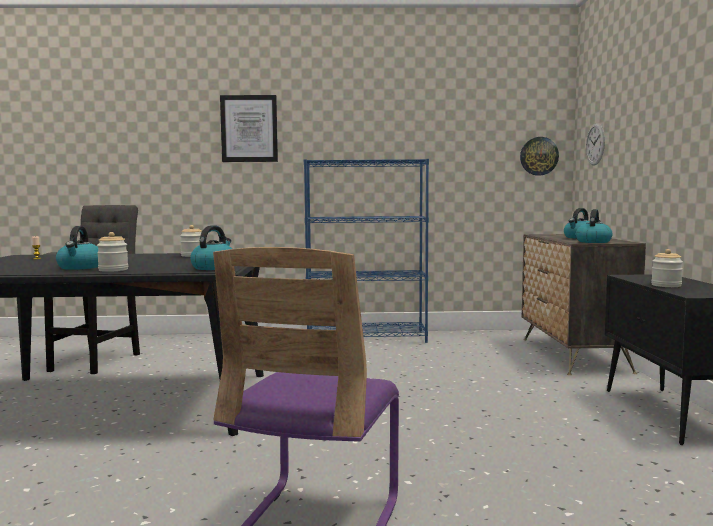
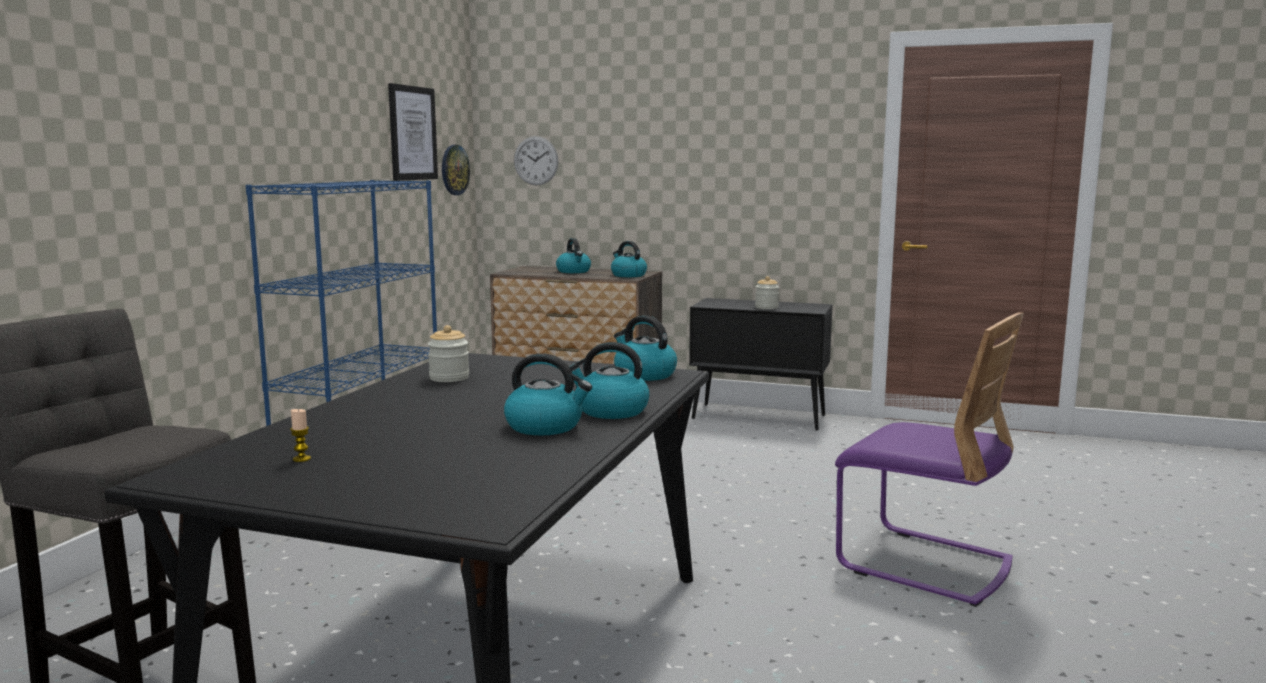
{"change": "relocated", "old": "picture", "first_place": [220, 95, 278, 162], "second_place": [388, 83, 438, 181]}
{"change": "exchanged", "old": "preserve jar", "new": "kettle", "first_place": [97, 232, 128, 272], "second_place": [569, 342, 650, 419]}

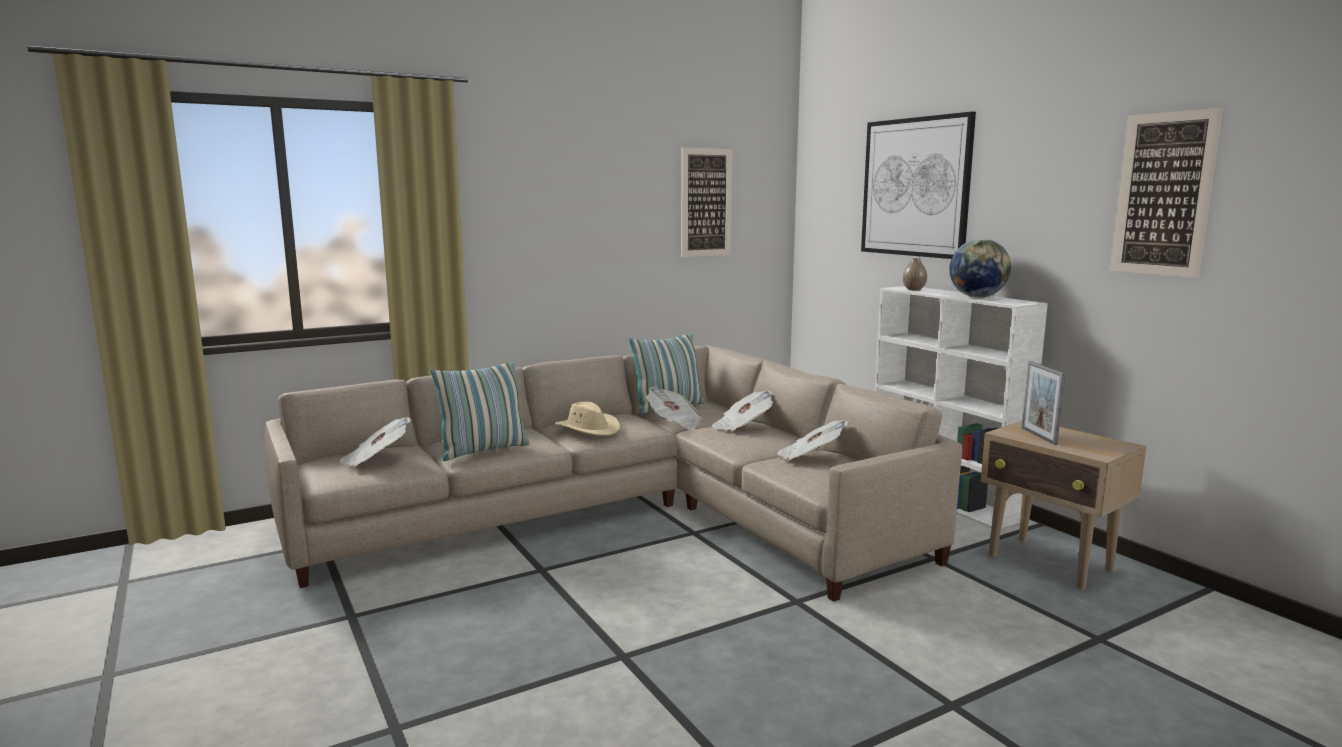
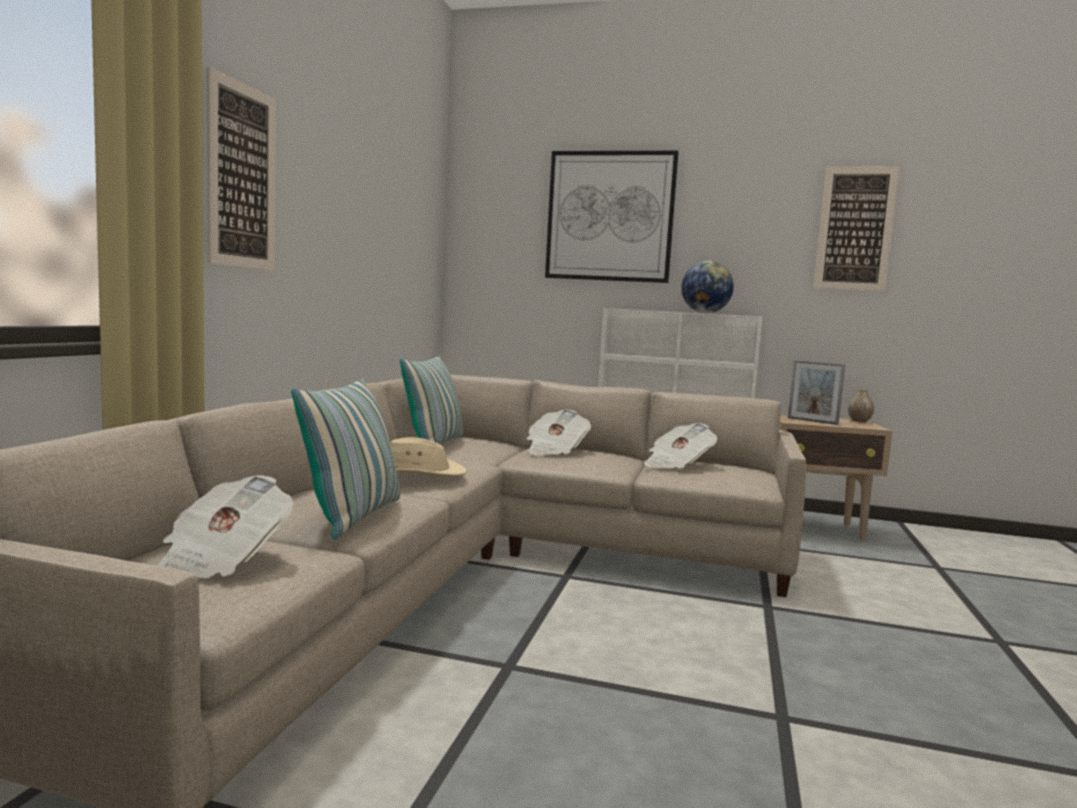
{"change": "relocated", "old": "picture", "first_place": [681, 148, 732, 257], "second_place": [207, 67, 276, 270]}
{"change": "relocated", "old": "vase", "first_place": [903, 258, 927, 290], "second_place": [848, 389, 874, 422]}
{"change": "missing", "old": "daily paper", "first_place": [646, 387, 703, 430]}

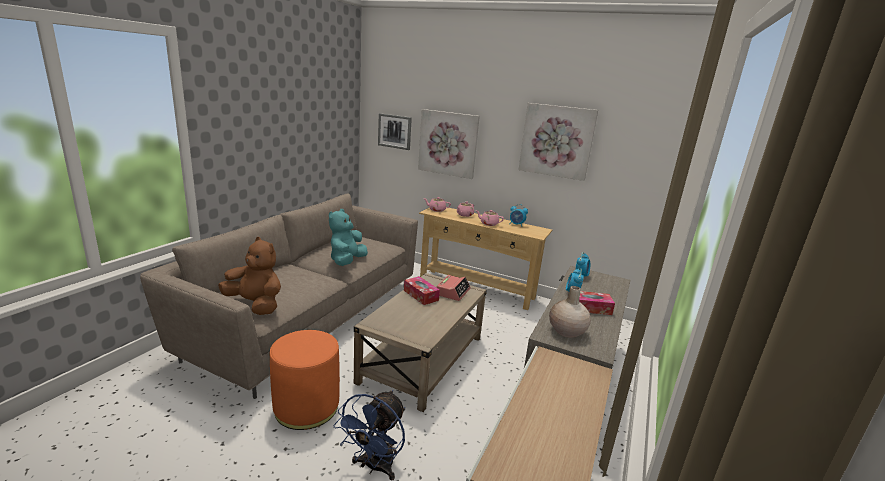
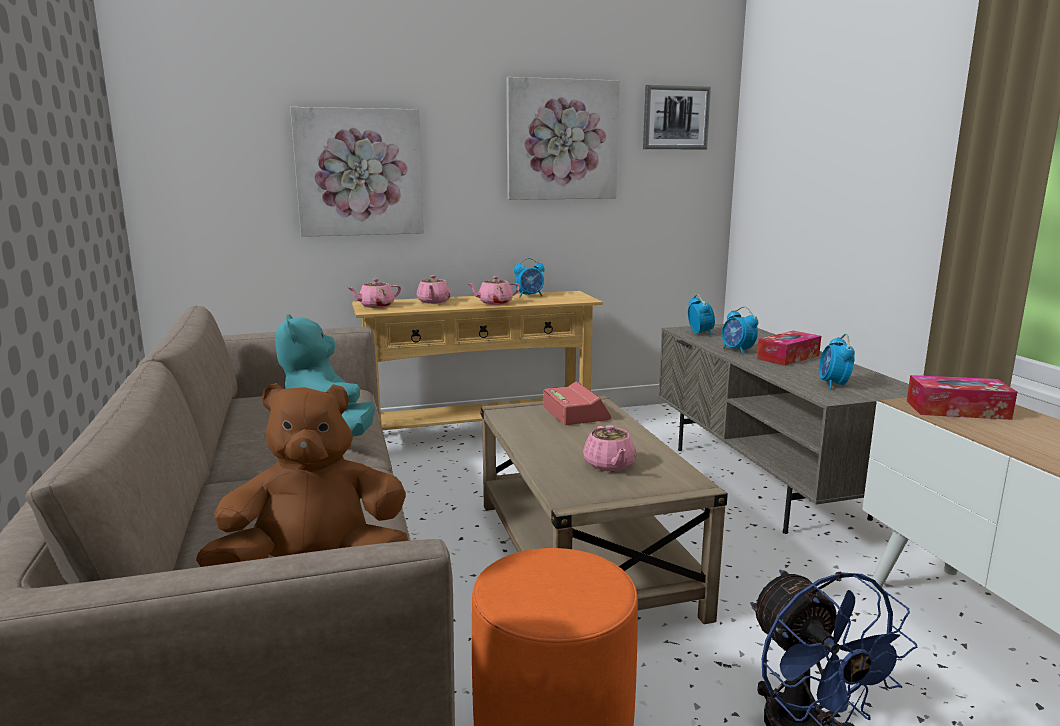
{"change": "appeared", "new": "pinkish teapot", "second_place": [583, 425, 636, 471]}
{"change": "relocated", "old": "picture", "first_place": [378, 113, 412, 150], "second_place": [643, 85, 711, 149]}
{"change": "exchanged", "old": "sand-coloured vase", "new": "bedside clock", "first_place": [549, 286, 591, 338], "second_place": [819, 334, 855, 389]}
{"change": "relocated", "old": "box of tissues", "first_place": [404, 276, 440, 305], "second_place": [907, 375, 1017, 420]}

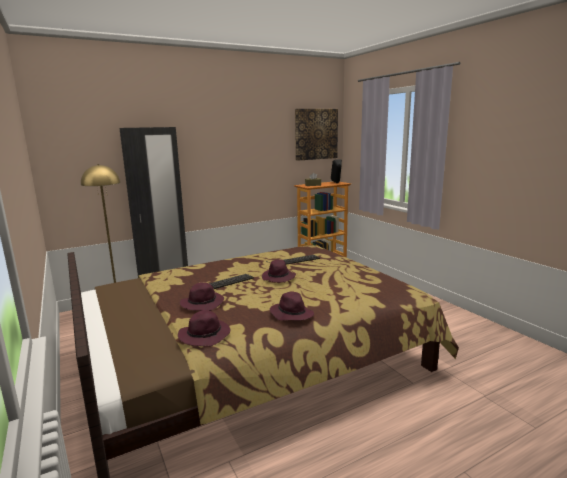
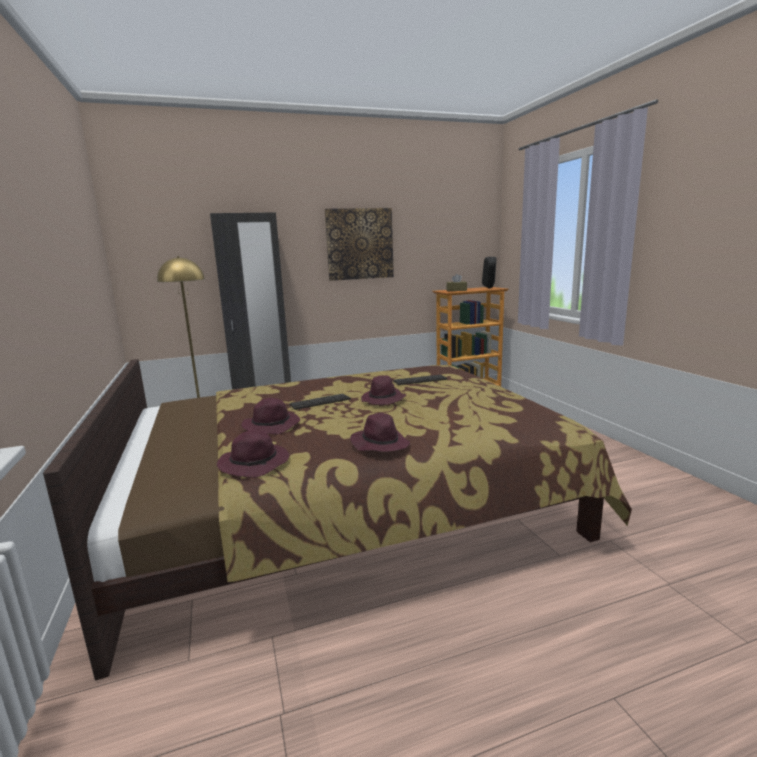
{"change": "relocated", "old": "picture", "first_place": [295, 109, 338, 161], "second_place": [325, 208, 394, 281]}

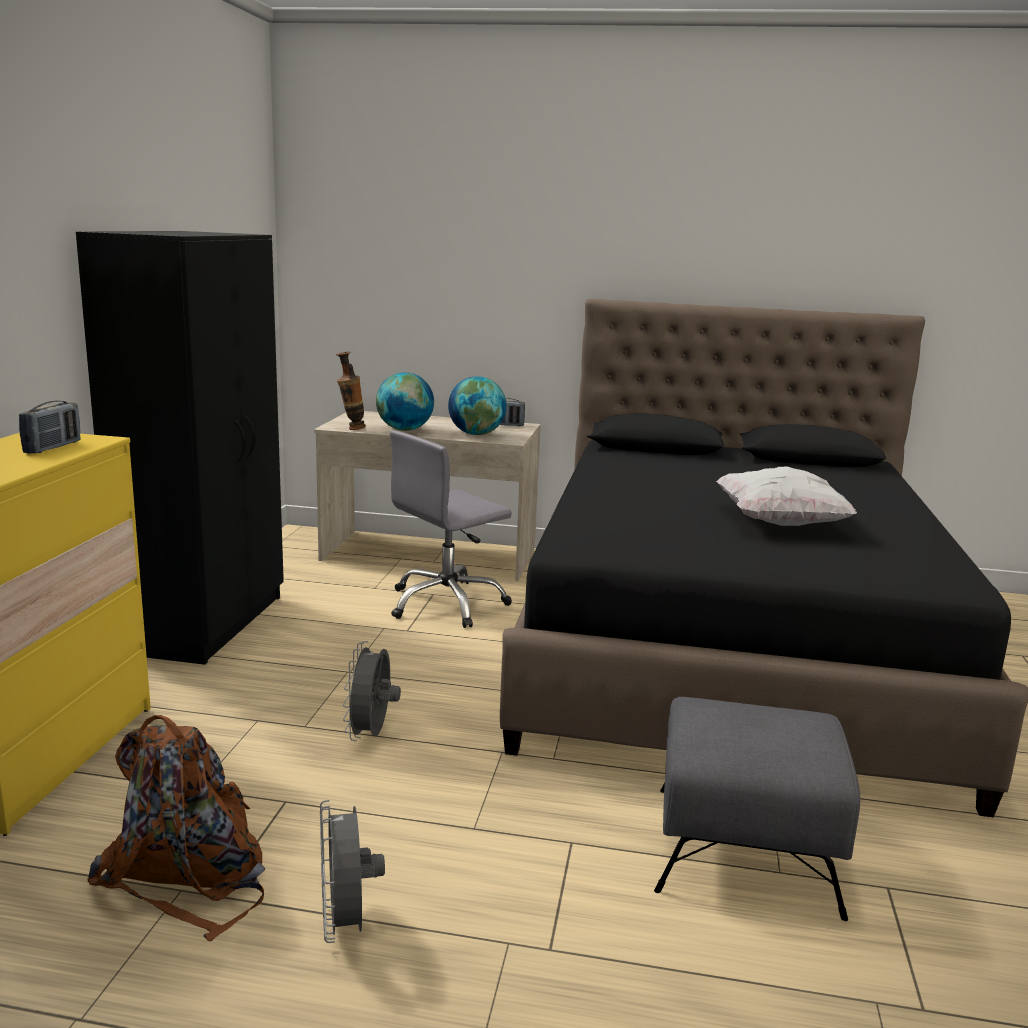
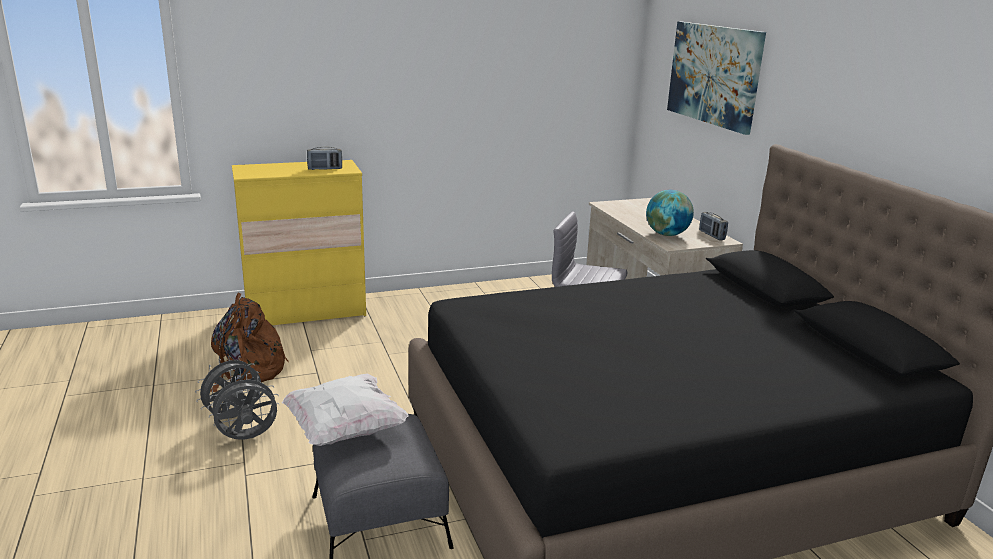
{"change": "relocated", "old": "grey cooling fan", "first_place": [343, 641, 401, 741], "second_place": [207, 374, 279, 440]}
{"change": "relocated", "old": "whitish cushion", "first_place": [716, 467, 857, 526], "second_place": [282, 374, 409, 446]}
{"change": "appeared", "new": "picture", "second_place": [667, 22, 766, 135]}
{"change": "missing", "old": "black wardrobe", "first_place": [76, 231, 284, 665]}
{"change": "missing", "old": "vase", "first_place": [336, 352, 366, 430]}
{"change": "missing", "old": "desk globe", "first_place": [376, 372, 434, 431]}

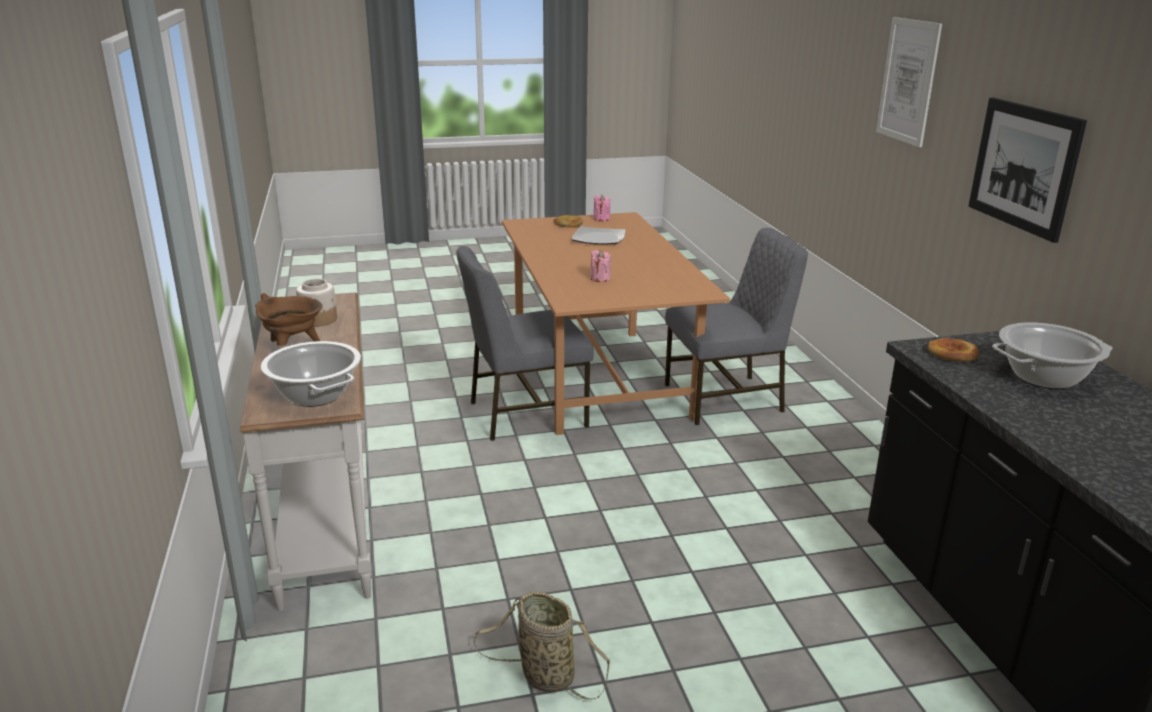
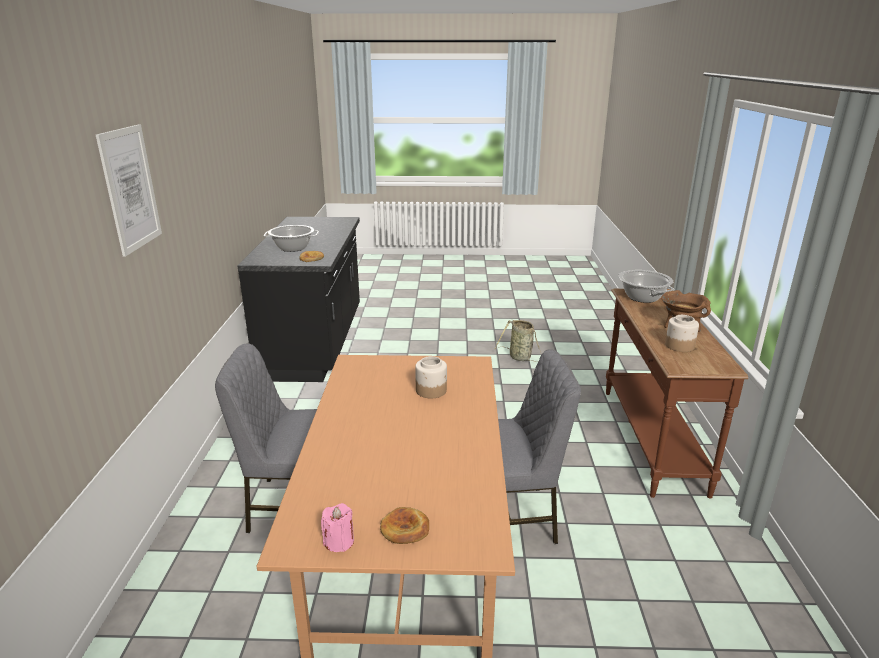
{"change": "exchanged", "old": "pinkish candle", "new": "preserve jar", "first_place": [590, 250, 611, 282], "second_place": [415, 356, 447, 398]}
{"change": "colour", "old": "whitish hall table", "new": "brown-coloured hall table", "first_place": [240, 292, 372, 611], "second_place": [606, 289, 748, 499]}
{"change": "missing", "old": "dinner plate", "first_place": [572, 226, 625, 245]}
{"change": "missing", "old": "picture", "first_place": [968, 98, 1087, 243]}

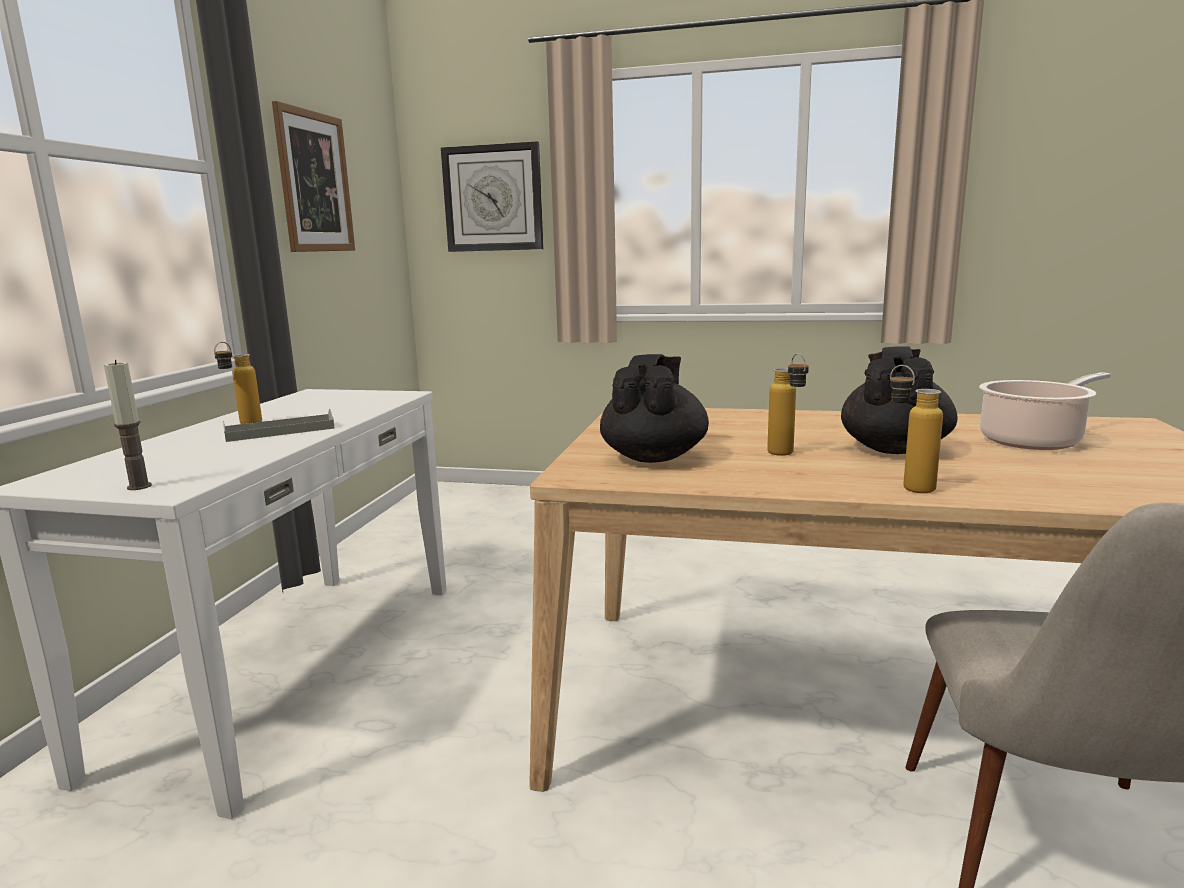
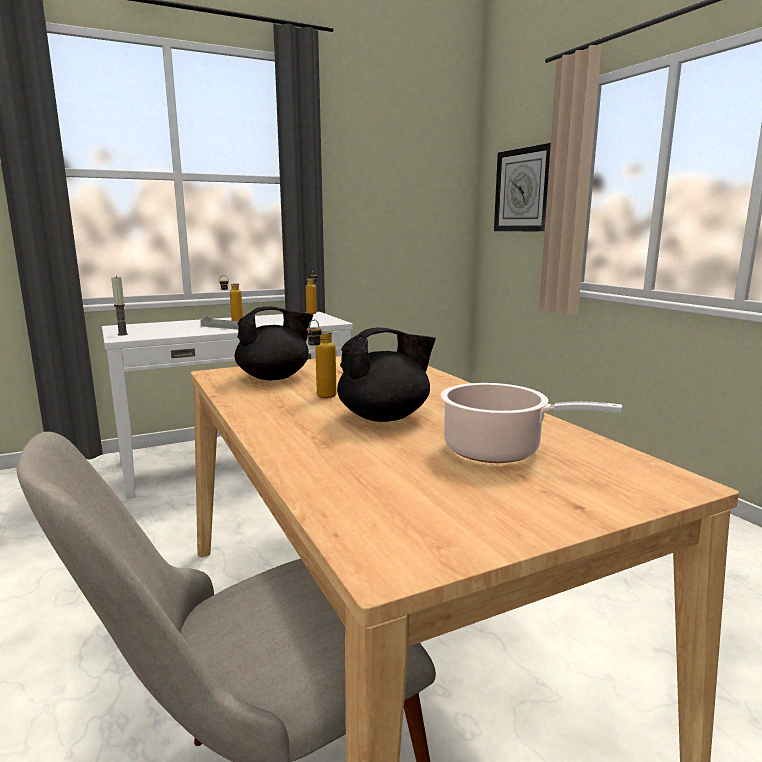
{"change": "relocated", "old": "beverage bottle", "first_place": [890, 365, 943, 493], "second_place": [306, 271, 317, 314]}
{"change": "missing", "old": "picture", "first_place": [272, 101, 355, 252]}

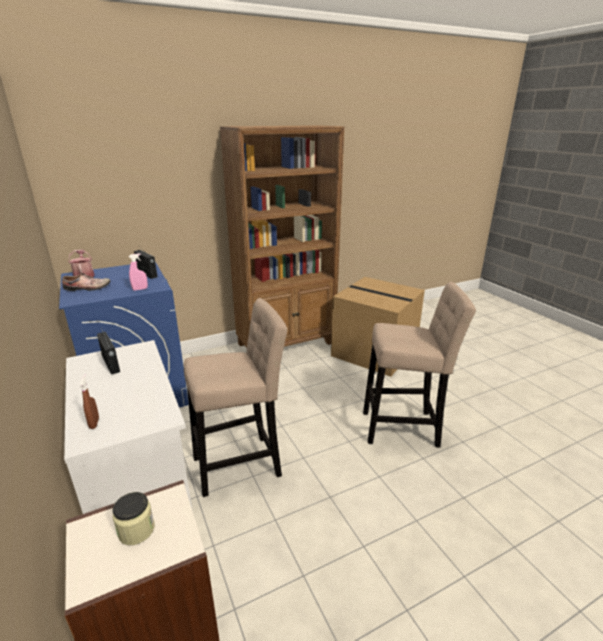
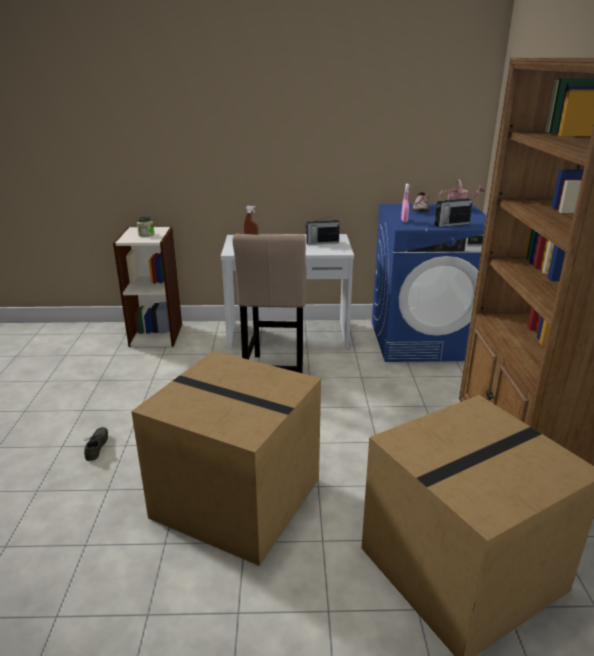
{"change": "appeared", "new": "grey shoe", "second_place": [84, 427, 108, 461]}
{"change": "exchanged", "old": "sand-coloured sitting stool", "new": "packing box", "first_place": [363, 282, 476, 448], "second_place": [131, 351, 321, 566]}

